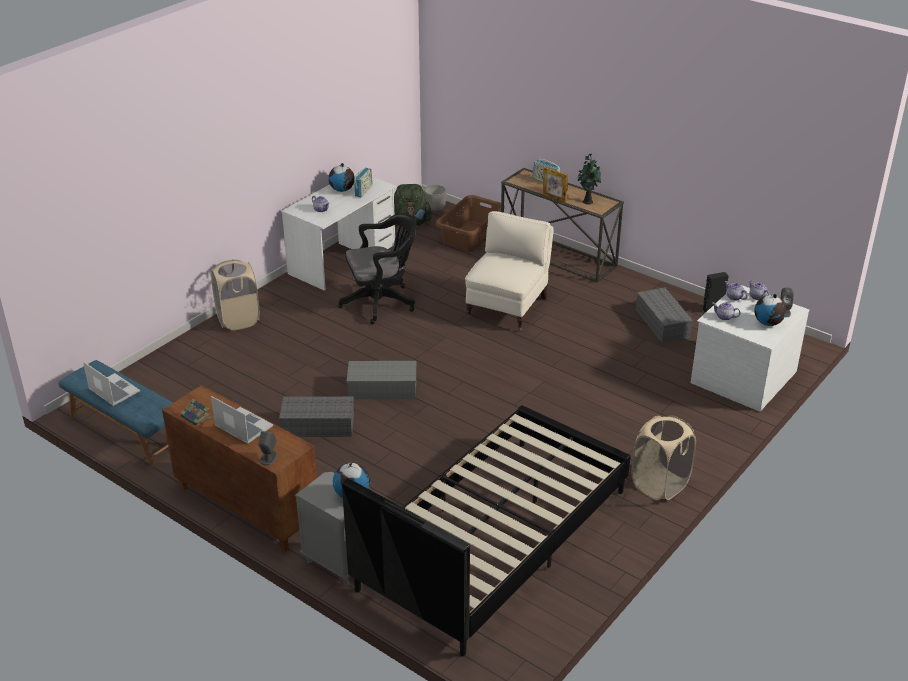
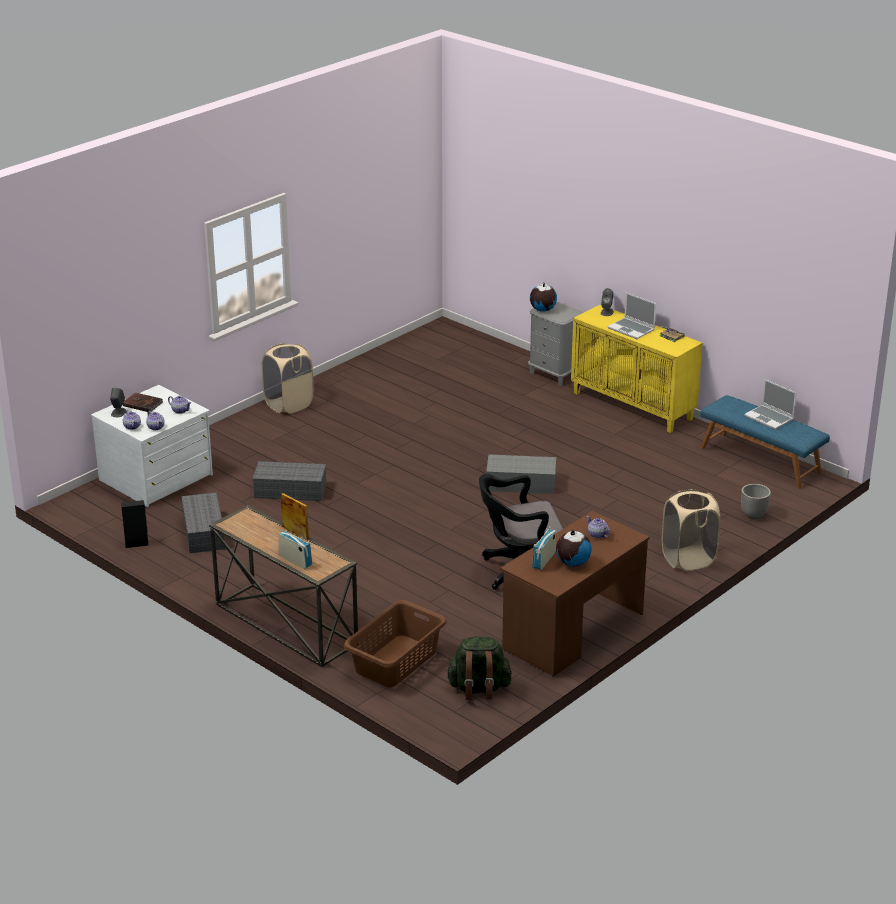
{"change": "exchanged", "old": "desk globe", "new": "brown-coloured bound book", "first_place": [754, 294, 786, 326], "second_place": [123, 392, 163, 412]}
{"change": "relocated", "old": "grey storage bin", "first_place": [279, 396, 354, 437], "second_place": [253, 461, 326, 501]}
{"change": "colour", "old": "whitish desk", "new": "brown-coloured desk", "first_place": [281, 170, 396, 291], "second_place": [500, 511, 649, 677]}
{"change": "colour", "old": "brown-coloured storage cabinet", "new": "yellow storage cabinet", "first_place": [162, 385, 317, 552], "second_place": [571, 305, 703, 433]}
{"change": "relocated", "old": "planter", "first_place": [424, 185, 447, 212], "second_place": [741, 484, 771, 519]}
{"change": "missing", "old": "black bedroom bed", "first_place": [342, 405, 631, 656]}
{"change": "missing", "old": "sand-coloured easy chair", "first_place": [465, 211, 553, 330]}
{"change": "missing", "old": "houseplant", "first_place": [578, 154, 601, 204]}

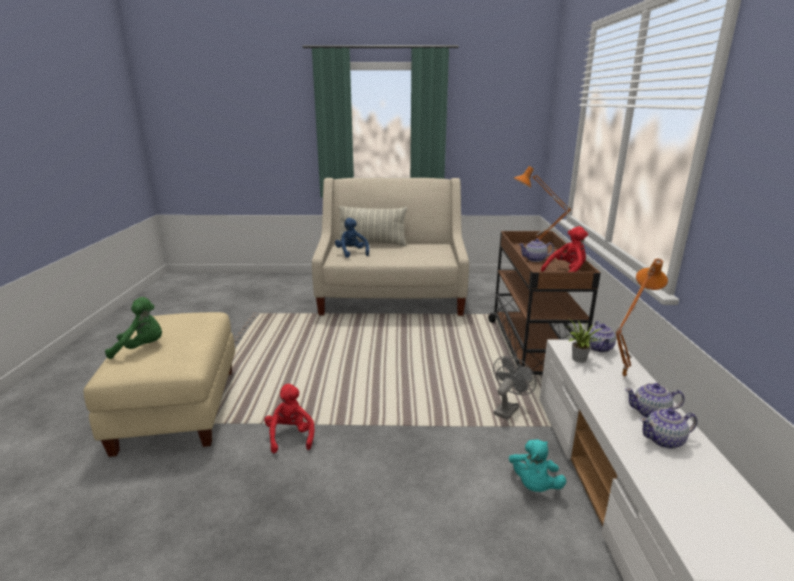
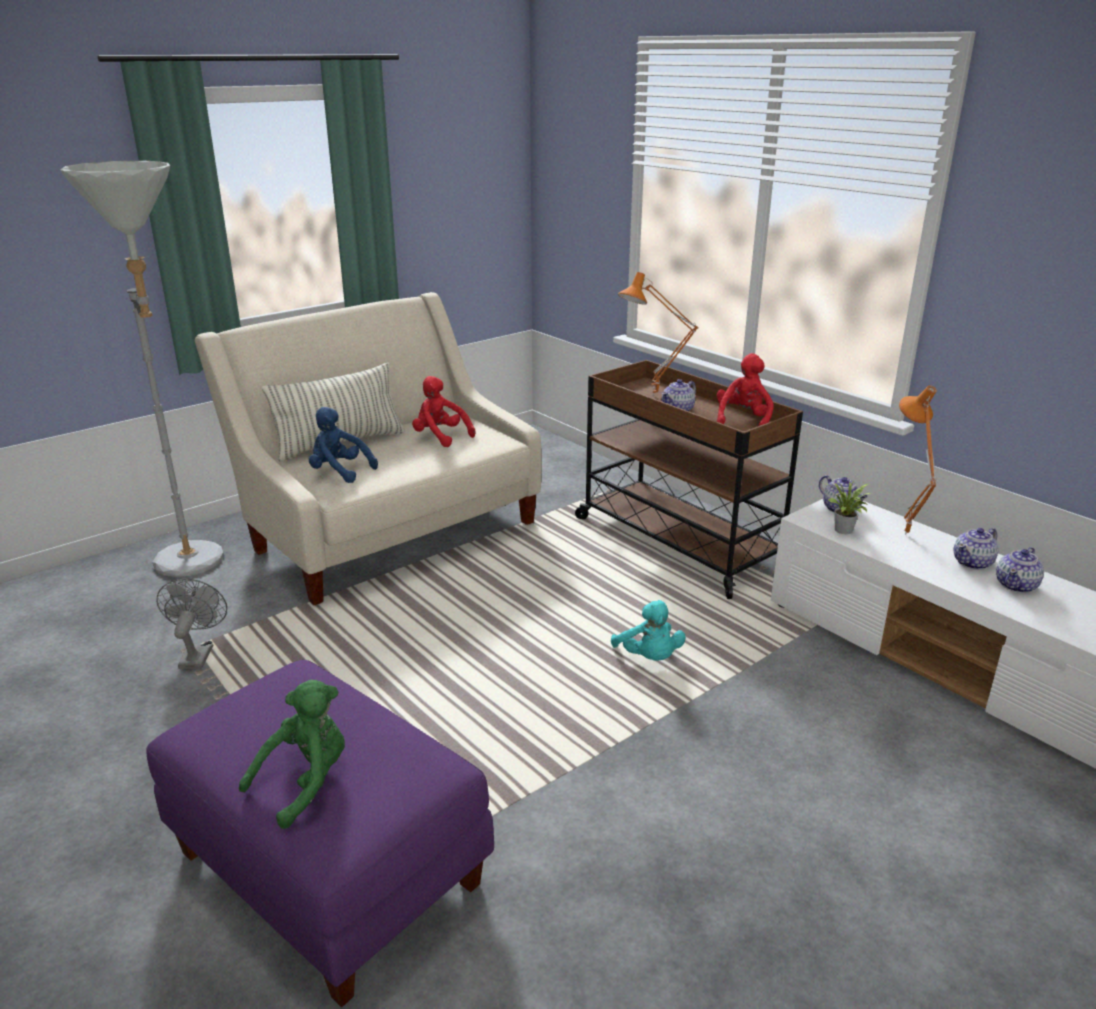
{"change": "appeared", "new": "grey standing lamp", "second_place": [60, 161, 224, 577]}
{"change": "colour", "old": "sand-coloured ottoman", "new": "purple ottoman", "first_place": [84, 312, 235, 457], "second_place": [146, 660, 494, 1007]}
{"change": "relocated", "old": "grey cooling fan", "first_place": [493, 356, 536, 420], "second_place": [156, 579, 227, 669]}
{"change": "relocated", "old": "red cuddly toy", "first_place": [264, 384, 315, 453], "second_place": [412, 376, 475, 447]}
{"change": "relocated", "old": "turquoise cuddly toy", "first_place": [509, 439, 566, 492], "second_place": [611, 600, 686, 661]}

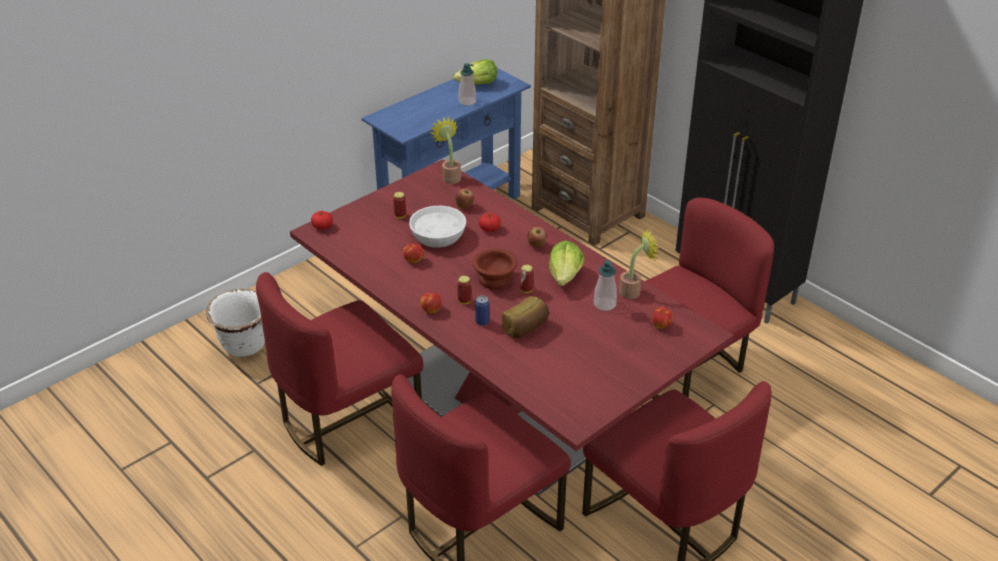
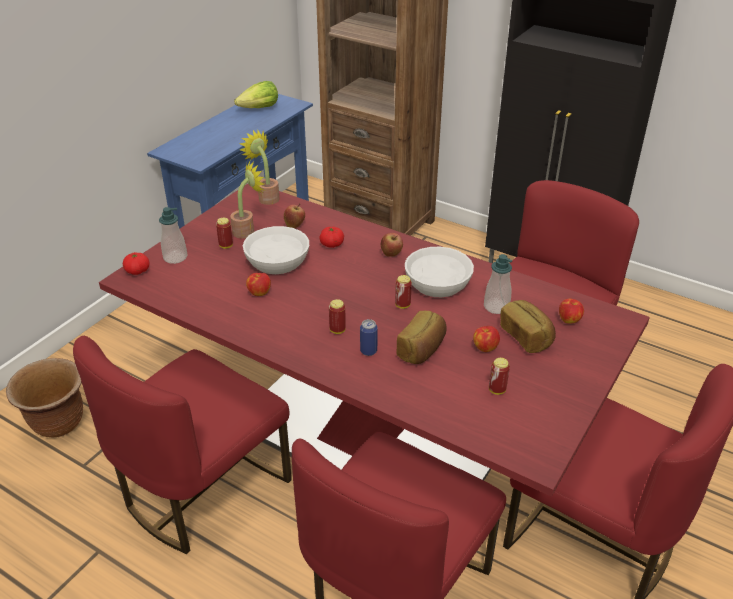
{"change": "colour", "old": "whitish planter", "new": "brown-coloured planter", "first_place": [206, 289, 265, 357], "second_place": [6, 358, 83, 437]}
{"change": "relocated", "old": "soap bottle", "first_place": [458, 63, 476, 106], "second_place": [159, 207, 187, 264]}
{"change": "relocated", "old": "houseplant", "first_place": [619, 227, 660, 299], "second_place": [230, 159, 265, 238]}
{"change": "exchanged", "old": "lettuce head", "new": "whitish deep dish", "first_place": [549, 240, 584, 286], "second_place": [405, 247, 474, 297]}
{"change": "relocated", "old": "whole apple", "first_place": [420, 292, 442, 313], "second_place": [473, 326, 500, 352]}
{"change": "appeared", "new": "can", "second_place": [489, 358, 510, 395]}
{"change": "appeared", "new": "bread", "second_place": [500, 300, 556, 353]}
{"change": "missing", "old": "brown-coloured deep dish", "first_place": [473, 248, 517, 289]}

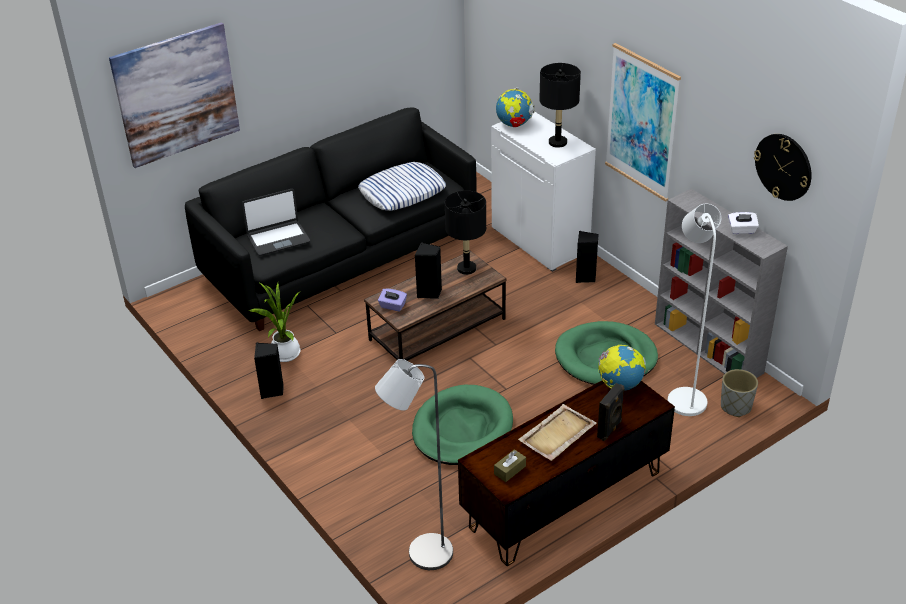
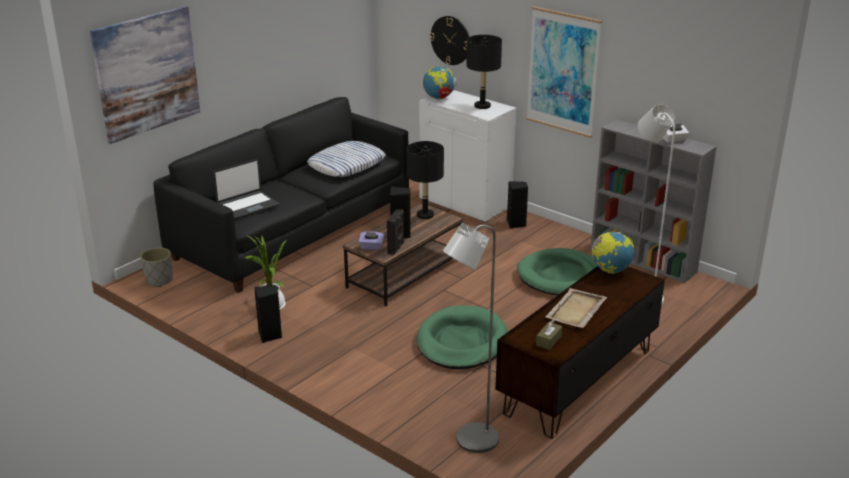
{"change": "relocated", "old": "grey planter", "first_place": [721, 369, 758, 417], "second_place": [140, 248, 173, 287]}
{"change": "relocated", "old": "black loudspeaker", "first_place": [597, 383, 625, 441], "second_place": [387, 209, 404, 255]}
{"change": "relocated", "old": "hanging clock", "first_place": [754, 134, 812, 201], "second_place": [430, 16, 469, 65]}

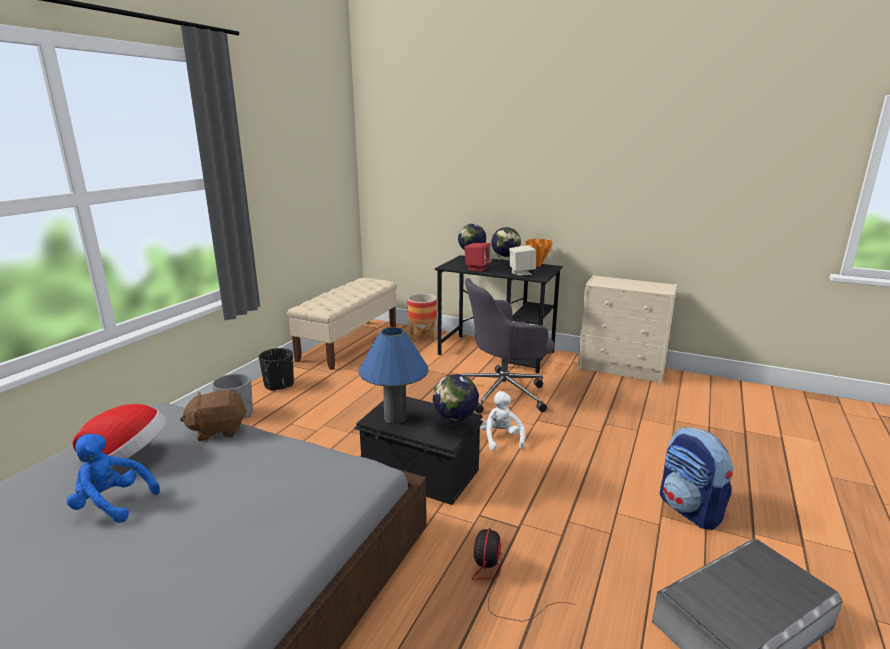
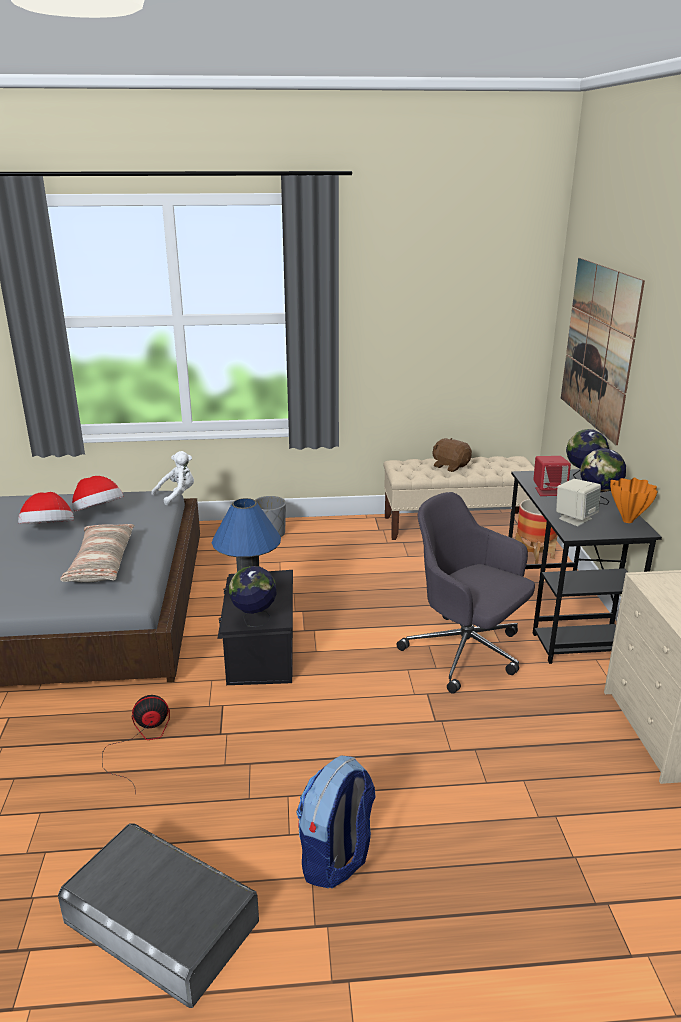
{"change": "exchanged", "old": "blue-coloured cuddly toy", "new": "wearable hat", "first_place": [66, 434, 160, 523], "second_place": [18, 492, 74, 524]}
{"change": "appeared", "new": "cushion", "second_place": [60, 524, 135, 582]}
{"change": "relocated", "old": "whitish cuddly toy", "first_place": [480, 391, 525, 451], "second_place": [152, 451, 194, 506]}
{"change": "relocated", "old": "brown-coloured cuddly toy", "first_place": [180, 390, 247, 441], "second_place": [432, 438, 472, 472]}
{"change": "appeared", "new": "picture", "second_place": [561, 258, 645, 445]}
{"change": "missing", "old": "black planter", "first_place": [259, 348, 294, 391]}

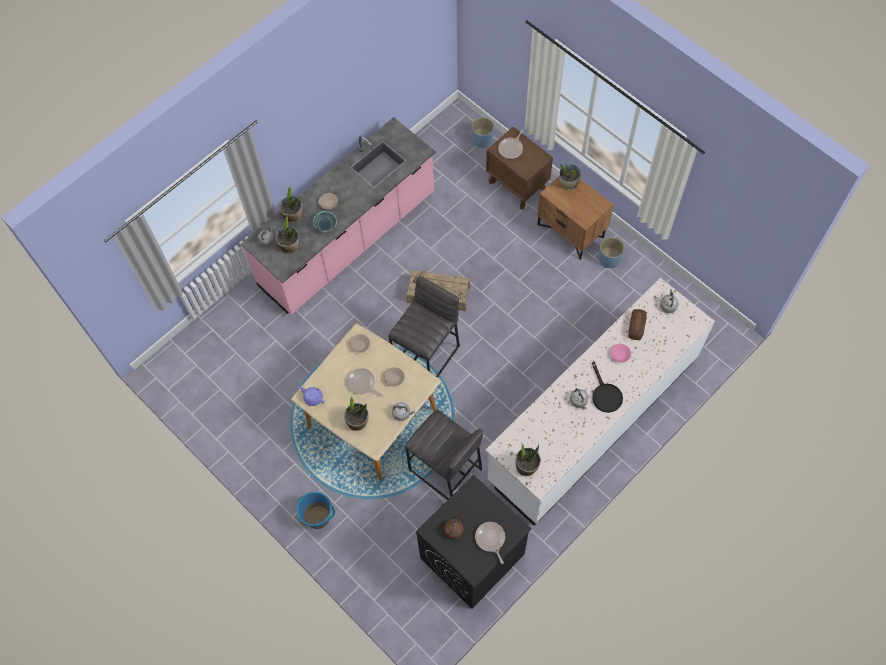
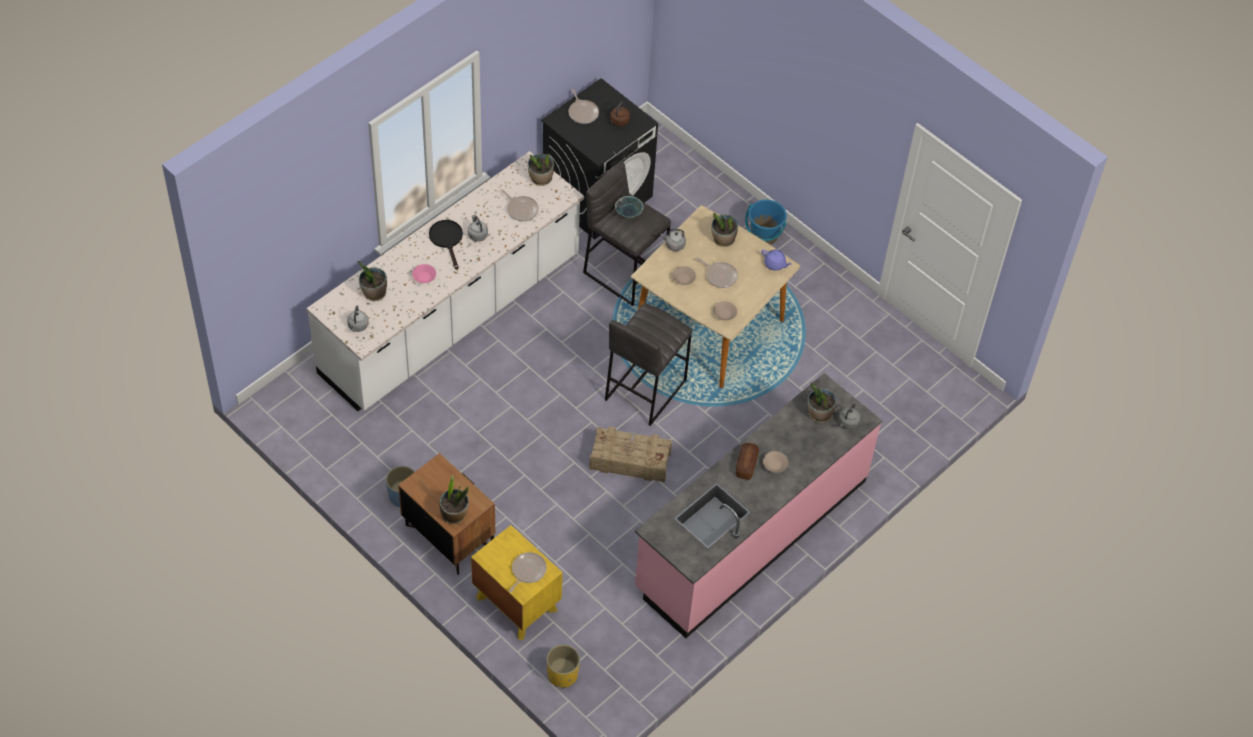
{"change": "relocated", "old": "houseplant", "first_place": [279, 185, 302, 223], "second_place": [358, 261, 387, 301]}
{"change": "colour", "old": "brown-coloured bedside table", "new": "yellow bedside table", "first_place": [486, 126, 553, 210], "second_place": [471, 525, 563, 640]}
{"change": "appeared", "new": "frying pan", "second_place": [501, 189, 539, 221]}
{"change": "colour", "old": "blue-coloured planter", "new": "yellow planter", "first_place": [472, 117, 494, 148], "second_place": [547, 644, 580, 688]}
{"change": "relocated", "old": "deep dish", "first_place": [313, 211, 337, 232], "second_place": [615, 196, 643, 218]}
{"change": "relocated", "old": "bread", "first_place": [628, 309, 647, 340], "second_place": [736, 443, 759, 480]}

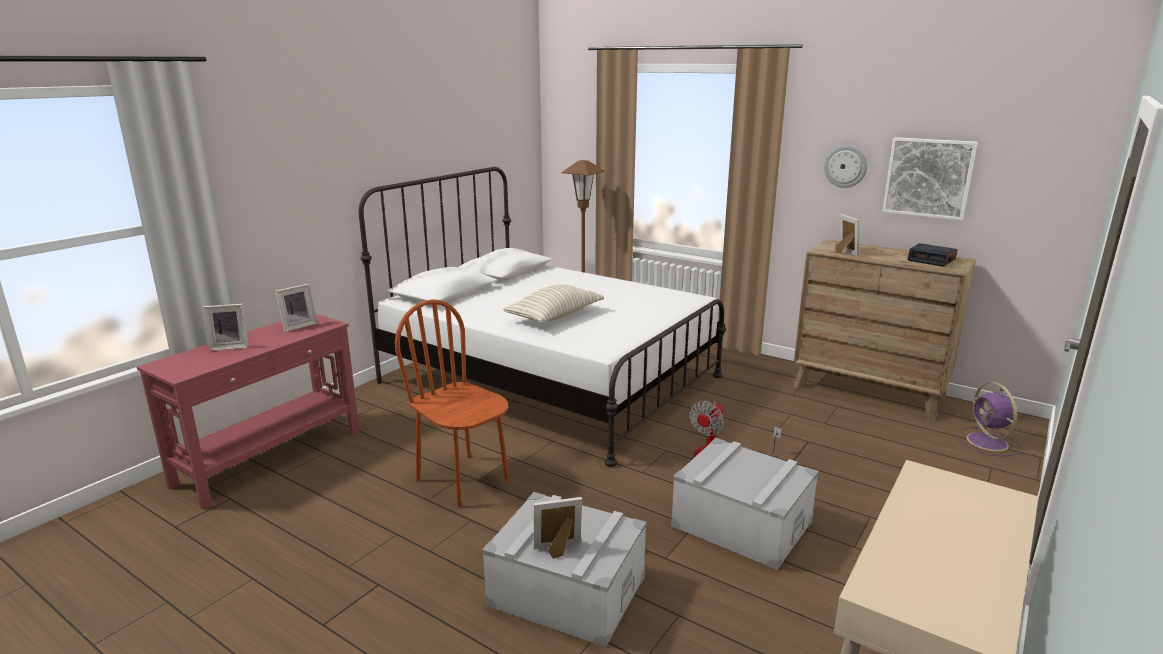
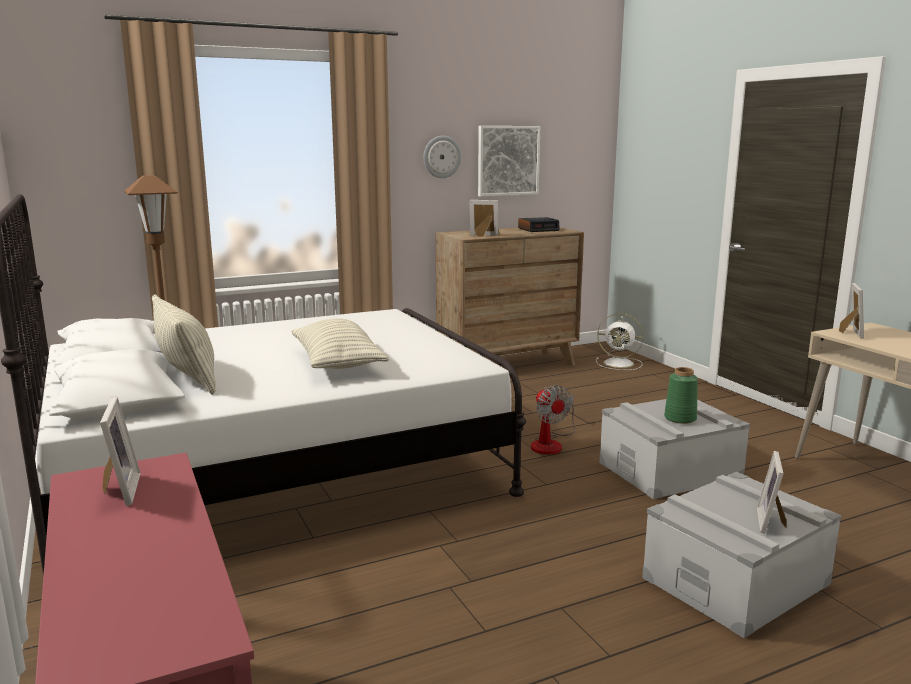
{"change": "appeared", "new": "cushion", "second_place": [152, 294, 215, 395]}
{"change": "colour", "old": "purple cooling fan", "new": "whitish cooling fan", "first_place": [957, 382, 1022, 456], "second_place": [596, 313, 644, 370]}
{"change": "appeared", "new": "greenish vase", "second_place": [664, 367, 698, 424]}
{"change": "relocated", "old": "standing frame", "first_place": [203, 304, 249, 351], "second_place": [839, 283, 864, 339]}
{"change": "missing", "old": "brown-coloured upright chair", "first_place": [395, 299, 509, 508]}

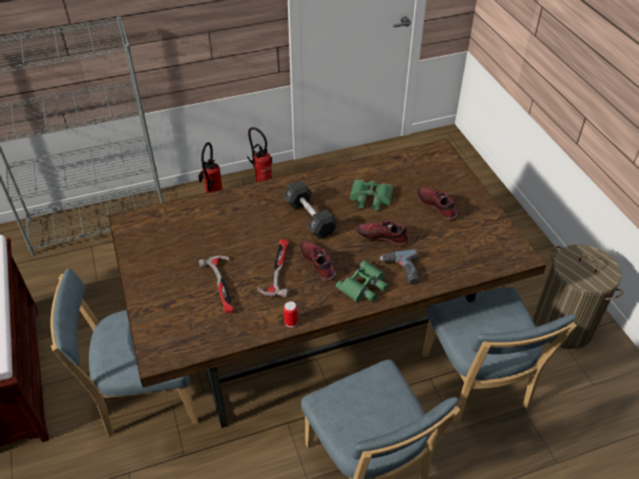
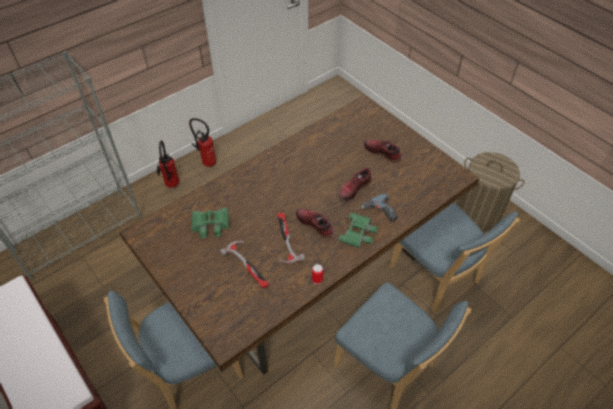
{"change": "relocated", "old": "greenish binoculars", "first_place": [350, 180, 393, 211], "second_place": [192, 208, 229, 238]}
{"change": "spun", "old": "shoe", "first_place": [357, 220, 410, 246], "second_place": [339, 167, 371, 201], "degrees": -45}
{"change": "missing", "old": "black dumbbell", "first_place": [283, 180, 338, 239]}

